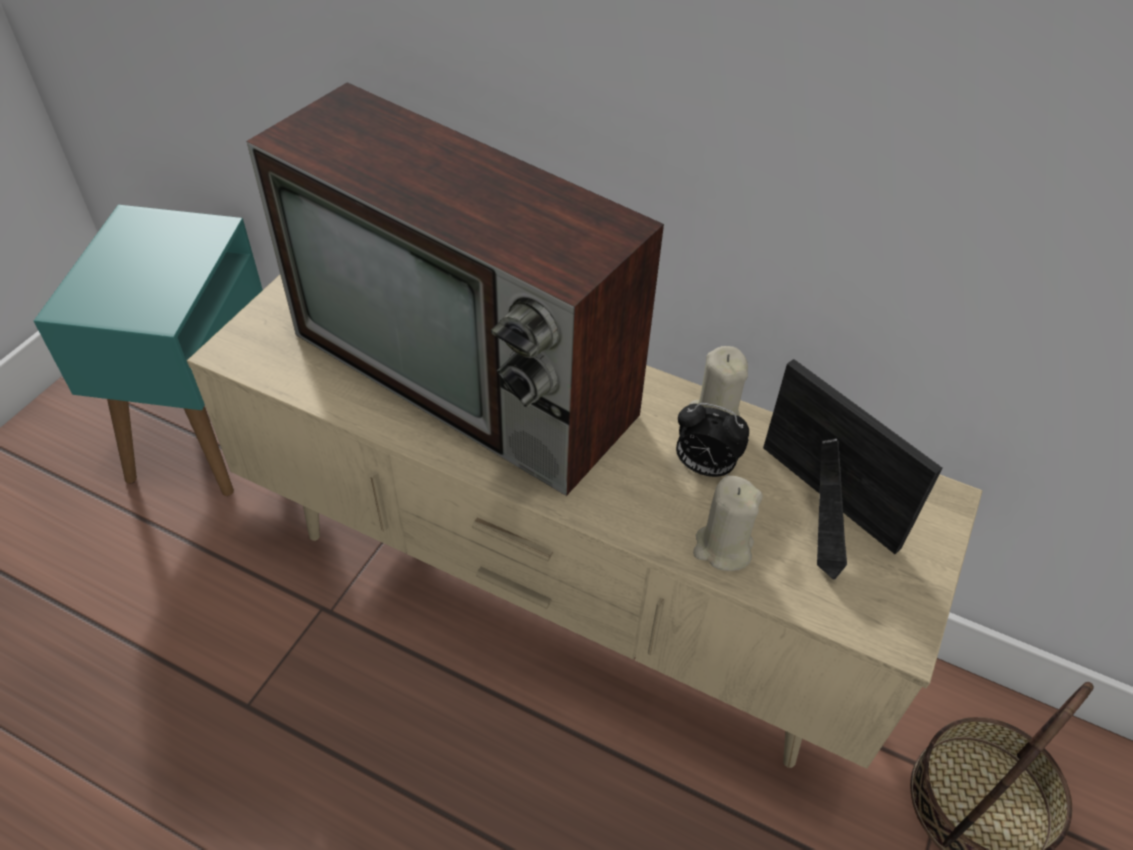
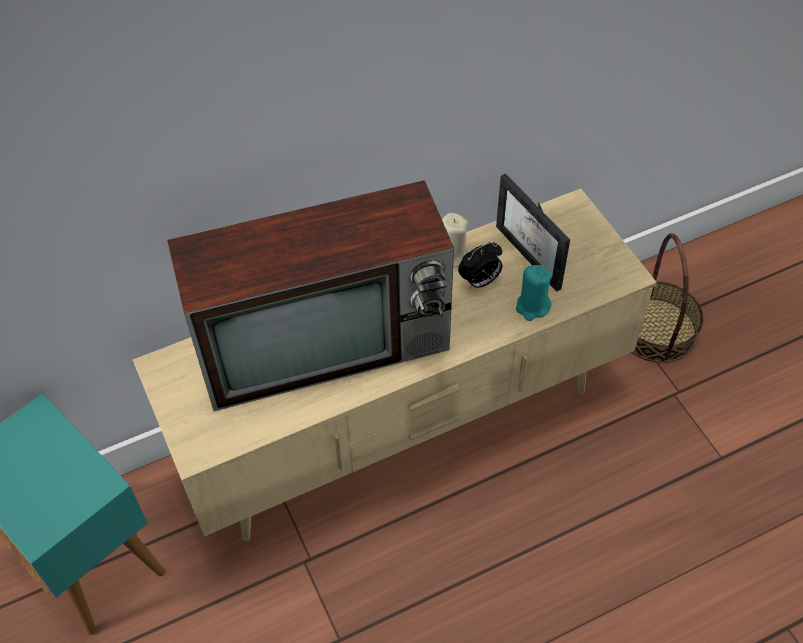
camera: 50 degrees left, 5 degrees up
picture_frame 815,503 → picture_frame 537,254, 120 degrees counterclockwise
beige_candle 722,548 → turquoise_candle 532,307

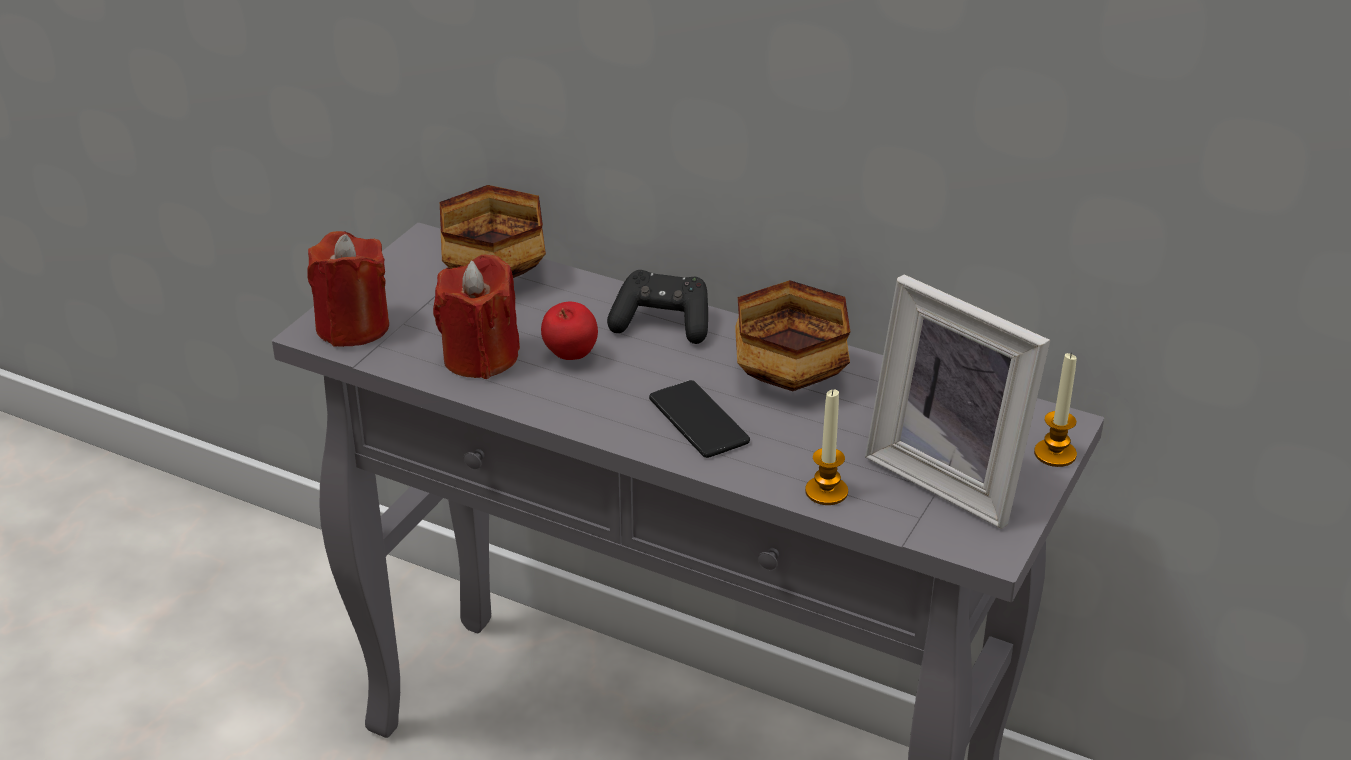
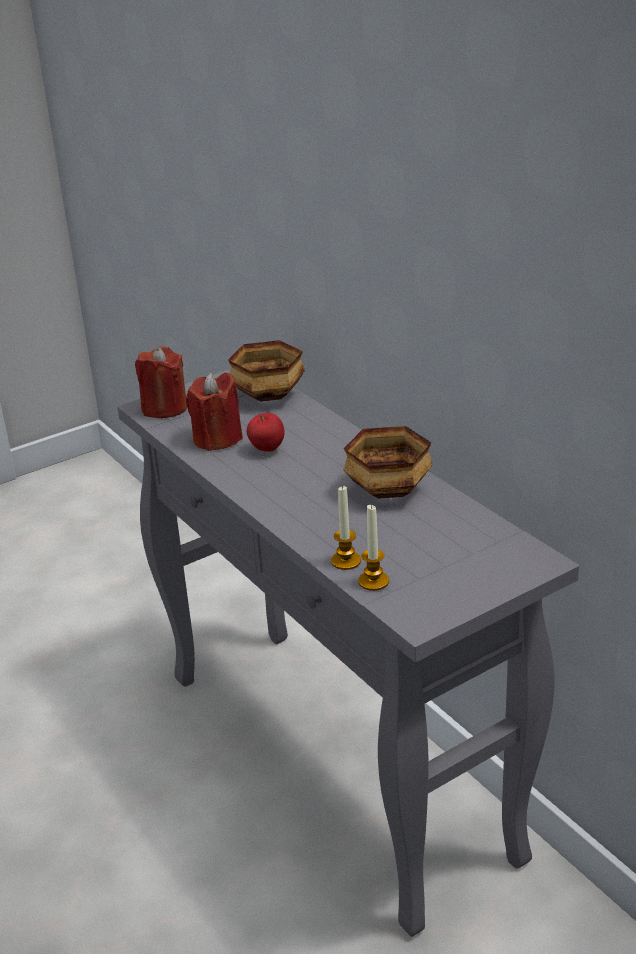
camera: 30 degrees right, 5 degrees down
black_game_controller 662,323 → -
picture_frame 952,476 → -
candle 1055,454 → candle 373,581, moved
phone 698,420 → -

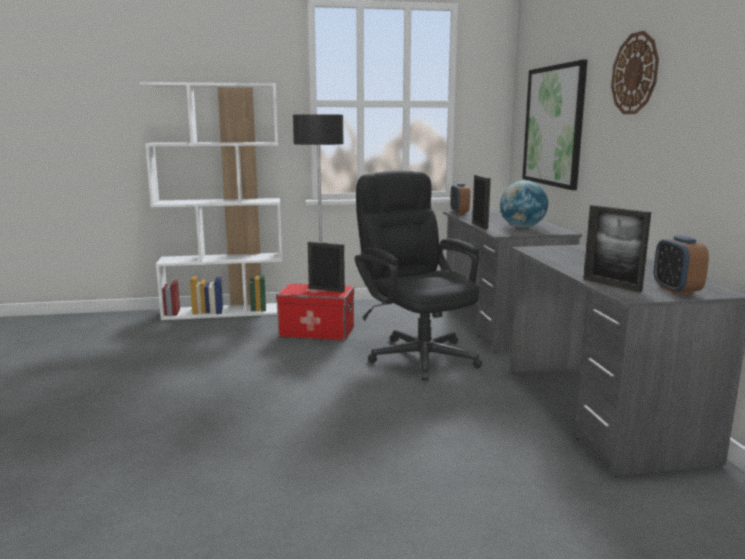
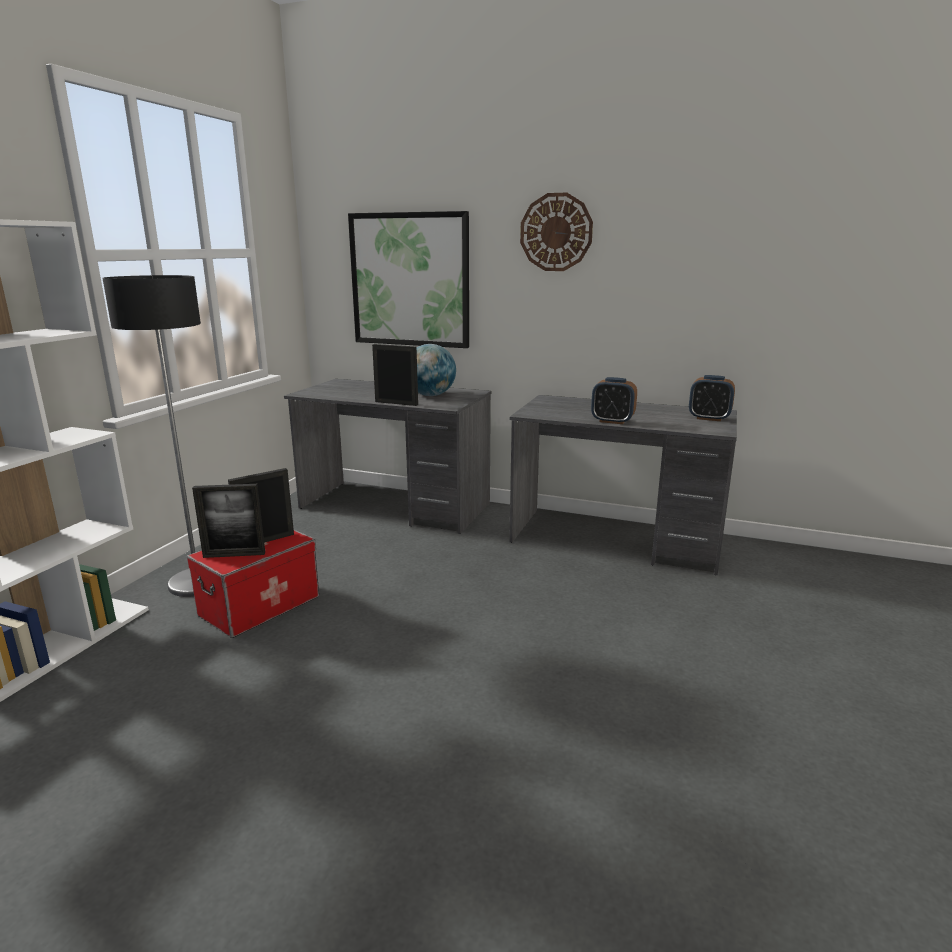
camera: 60 degrees left, 5 degrees up
black_office_chair 417,354 → -
alarm_clock 459,212 → alarm_clock 612,421, moved
picture_frame 611,285 → picture_frame 234,555, moved

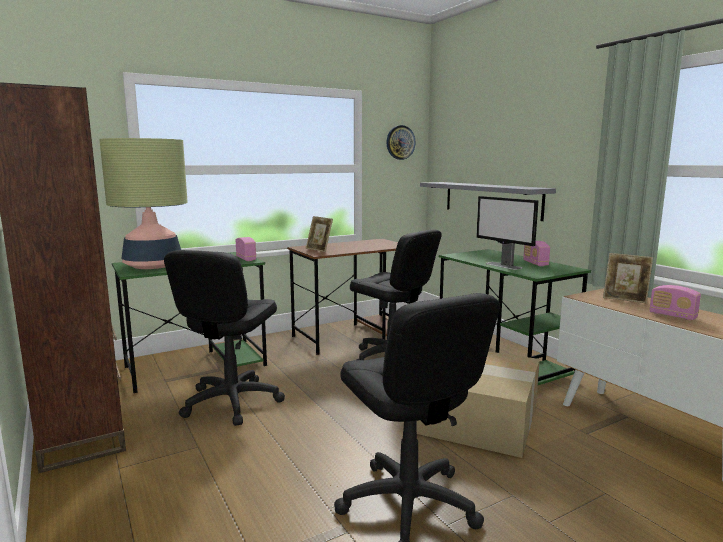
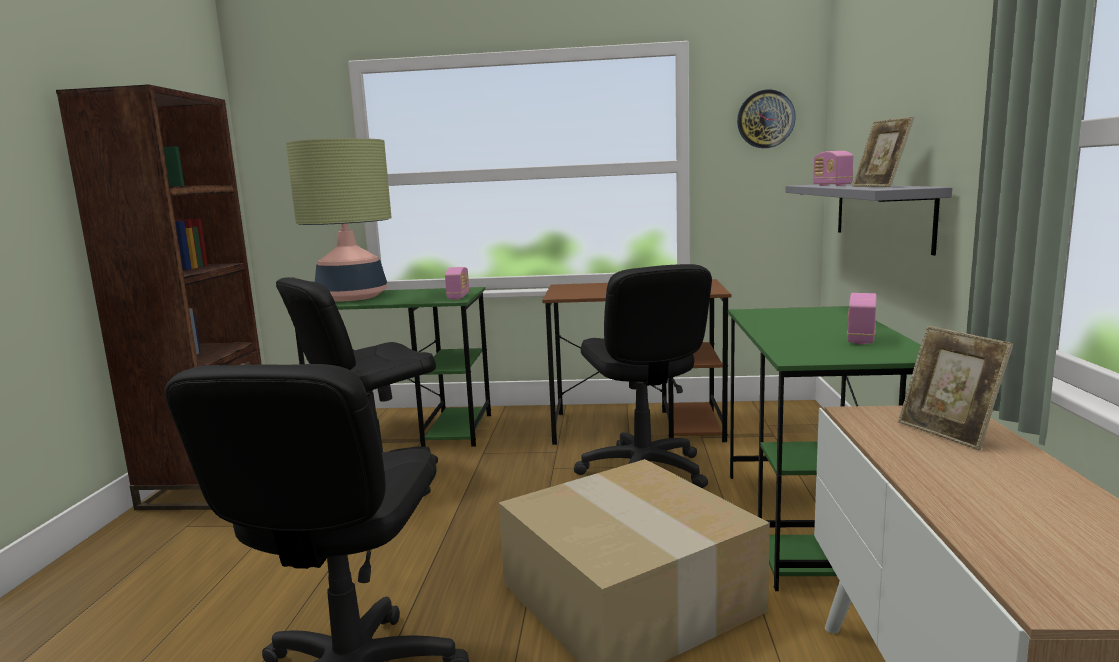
camera: 35 degrees right, 0 degrees up
monitor 503,266 → -
picture_frame 319,249 → picture_frame 880,186, moved
radio 672,316 → radio 831,185, moved

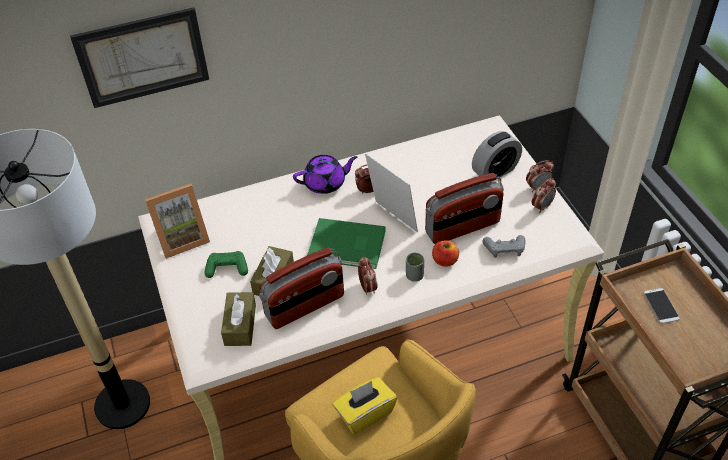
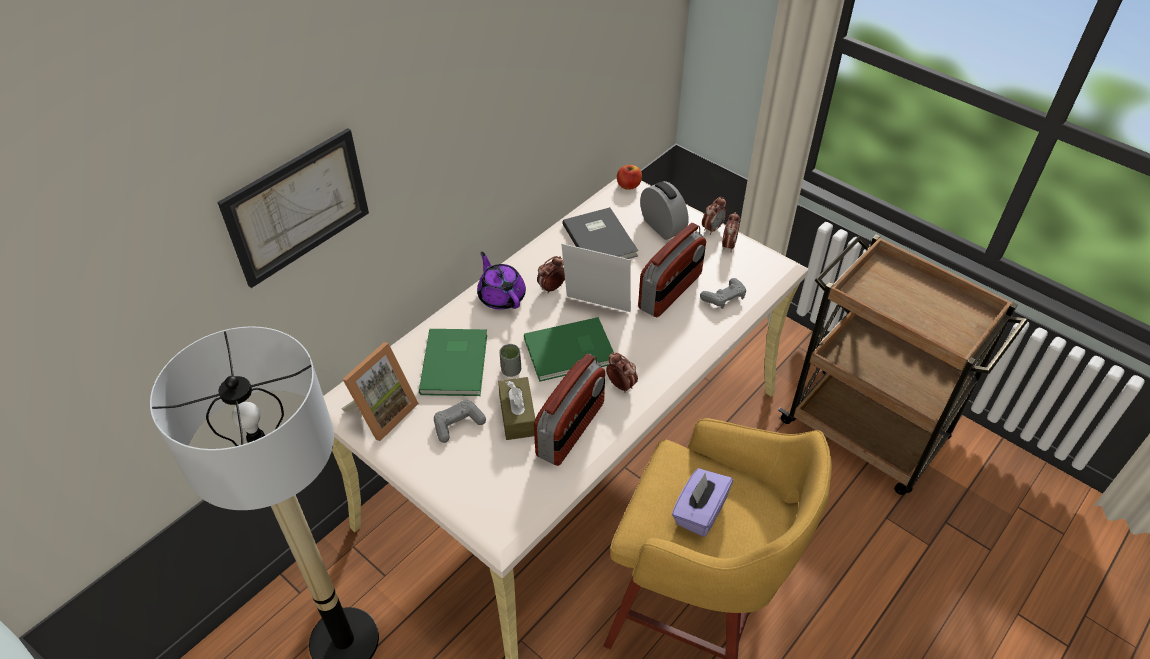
camera: 30 degrees left, 0 degrees up
alarm_clock 495,171 → alarm_clock 662,227, 60 degrees counterclockwise
purple_teapot 325,183 → purple_teapot 501,296, 75 degrees counterclockwise
apple 445,260 → apple 628,185, moved
green_game_controller 227,268 → grey_game_controller 458,424
grey_cup 414,276 → grey_cup 511,370, moved
phone 661,306 → -
brown_tissue_box 240,325 → -
yellow_tissue_box 365,413 → purple_tissue_box 699,512
- → grey_book 601,239
- → green_book 456,363

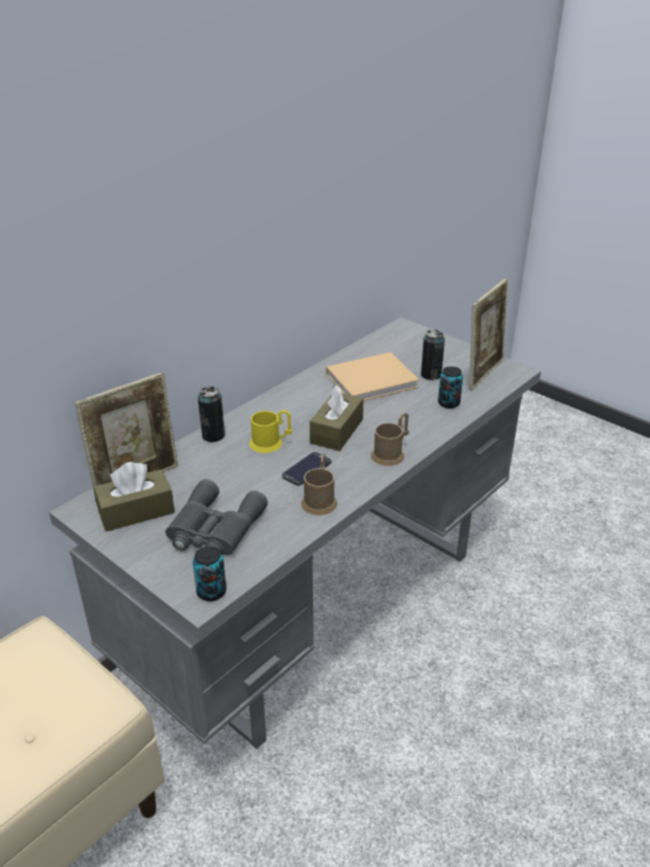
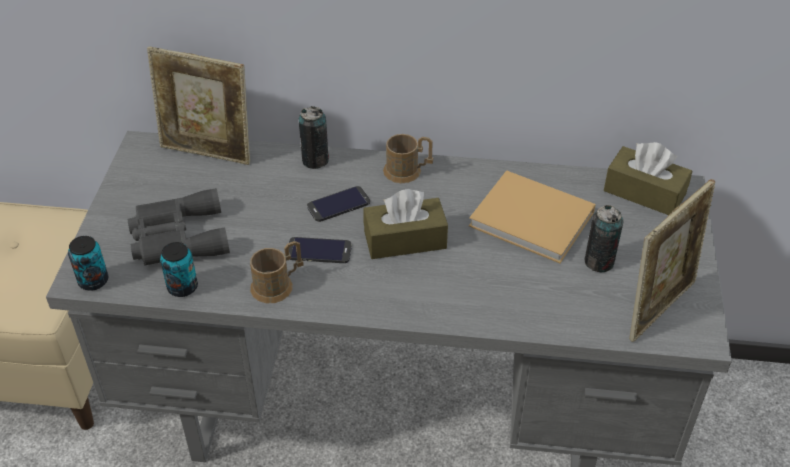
camera: 55 degrees right, 10 degrees up
picture_frame 483,373 → picture_frame 659,307, 45 degrees counterclockwise
can 448,403 → can 182,287, moved
yellow_mug 271,443 → phone 338,204
brown_mug 391,453 → brown_mug 408,171, moved
brown_tissue_box 136,511 → brown_tissue_box 644,192, moved

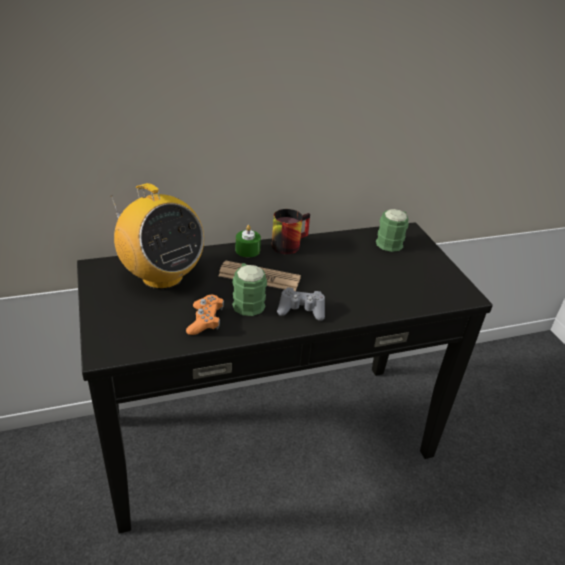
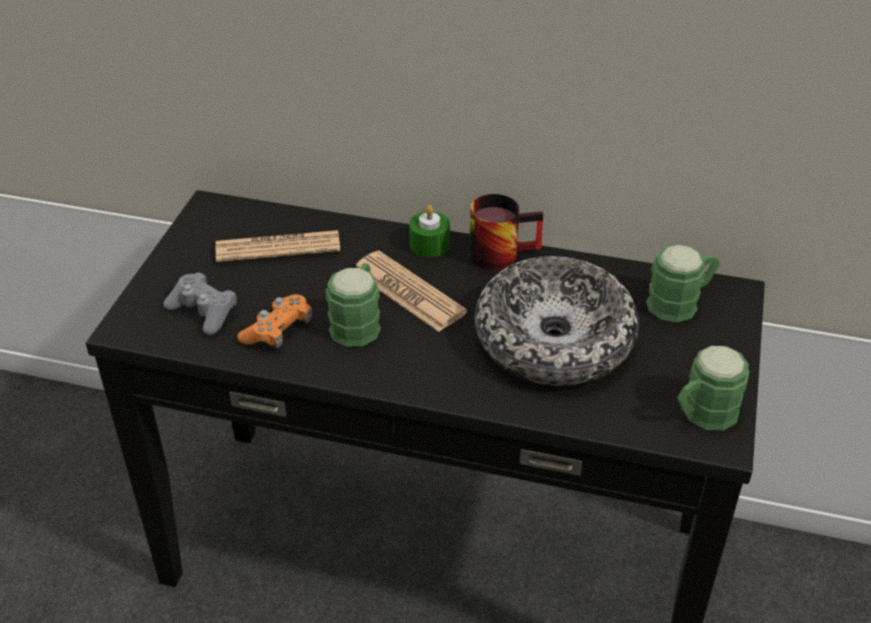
camera: 35 degrees right, 5 degrees up
radio 162,276 → newspaper 278,247
grey_game_controller 301,310 → grey_game_controller 203,311, moved
- → bowl 554,339
- → green_mug 702,414

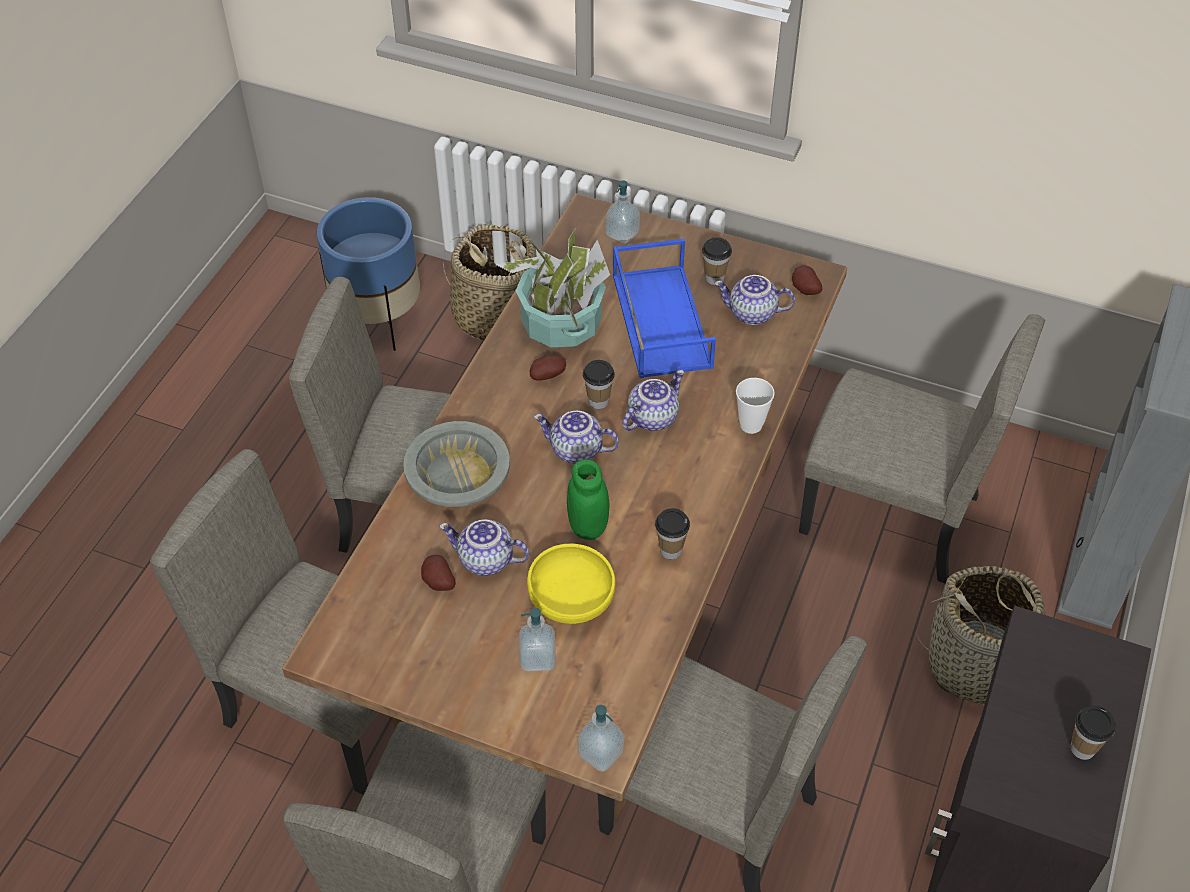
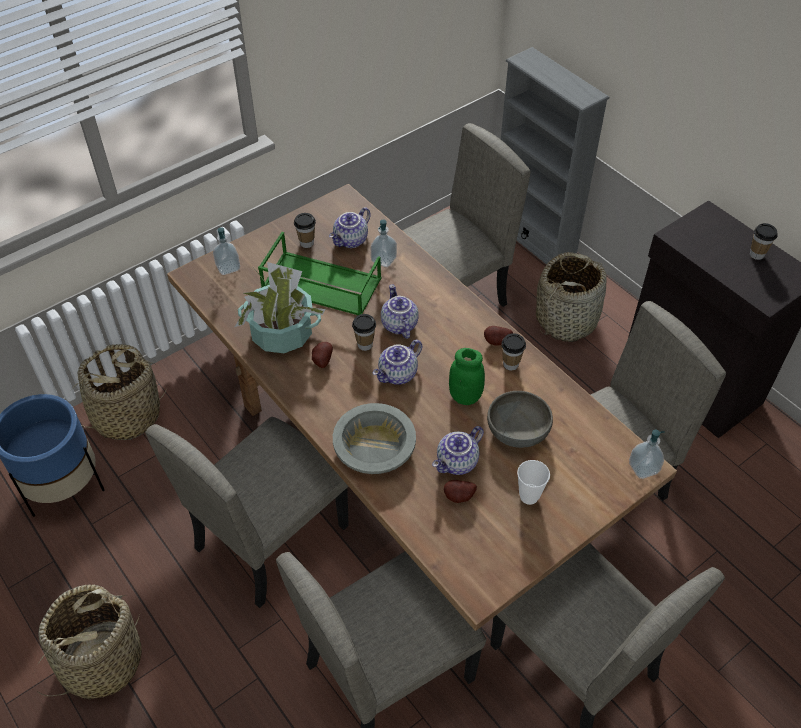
camera: 60 degrees left, 0 degrees up
blue_tray 659,320 → green_tray 320,284
potato 804,290 → potato 497,343, moved
cup 751,425 → cup 529,496, moved
yellow_bowl 571,599 → grey_bowl 517,430
soap_dispenser 537,658 → soap_dispenser 383,259, moved
- → basket 101,661

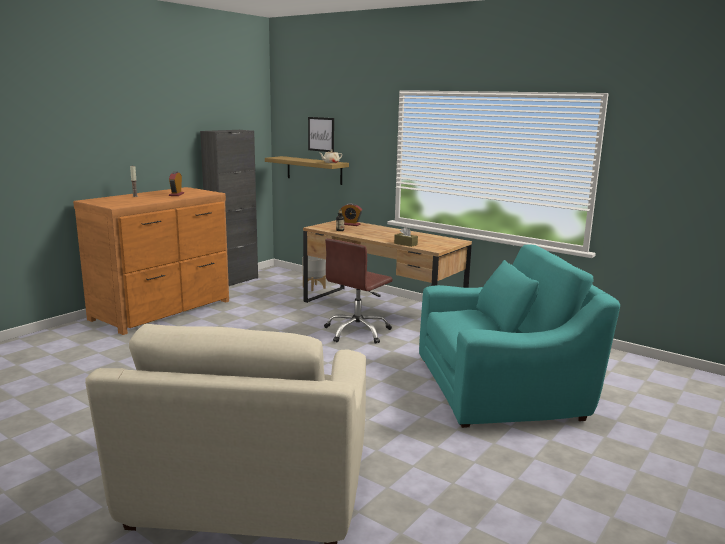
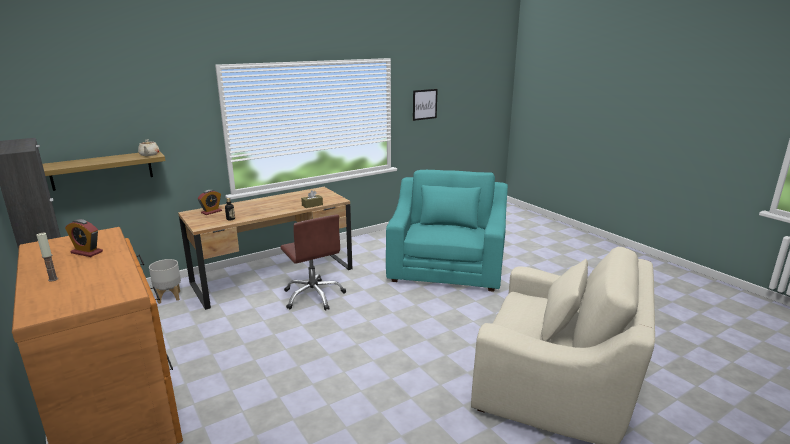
camera: 70 degrees left, 5 degrees up
picture 321,134 → picture 424,104, moved

